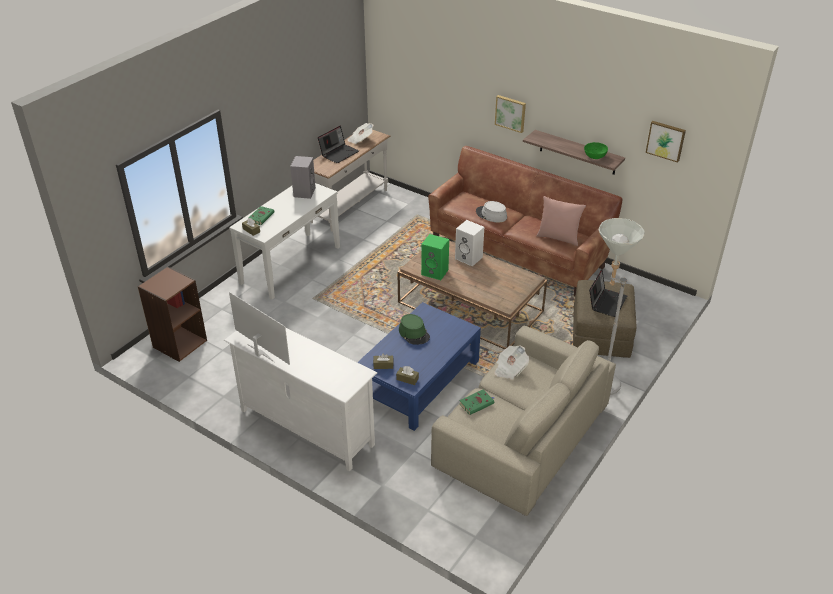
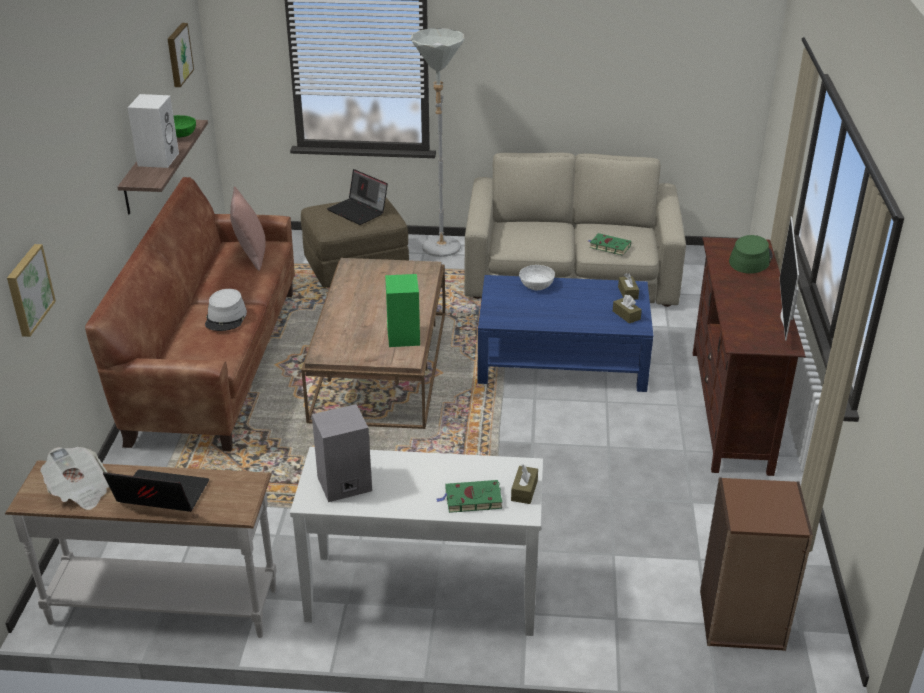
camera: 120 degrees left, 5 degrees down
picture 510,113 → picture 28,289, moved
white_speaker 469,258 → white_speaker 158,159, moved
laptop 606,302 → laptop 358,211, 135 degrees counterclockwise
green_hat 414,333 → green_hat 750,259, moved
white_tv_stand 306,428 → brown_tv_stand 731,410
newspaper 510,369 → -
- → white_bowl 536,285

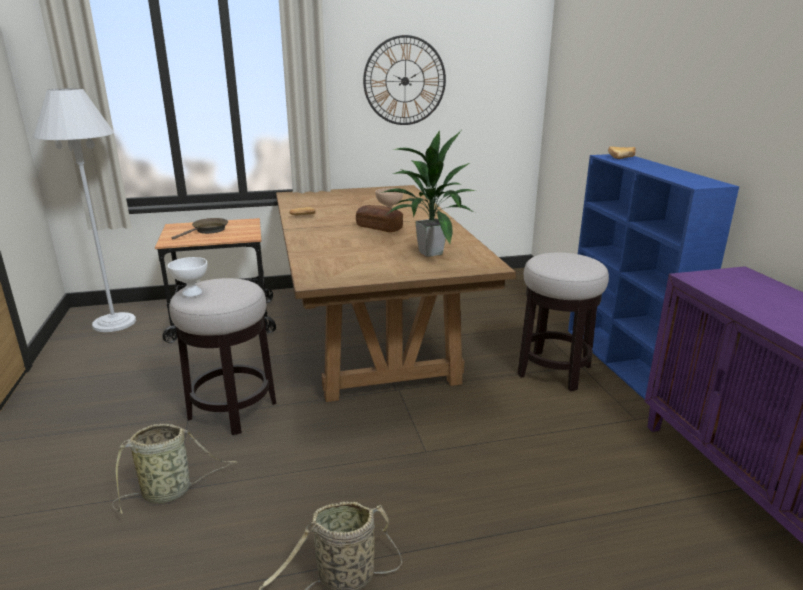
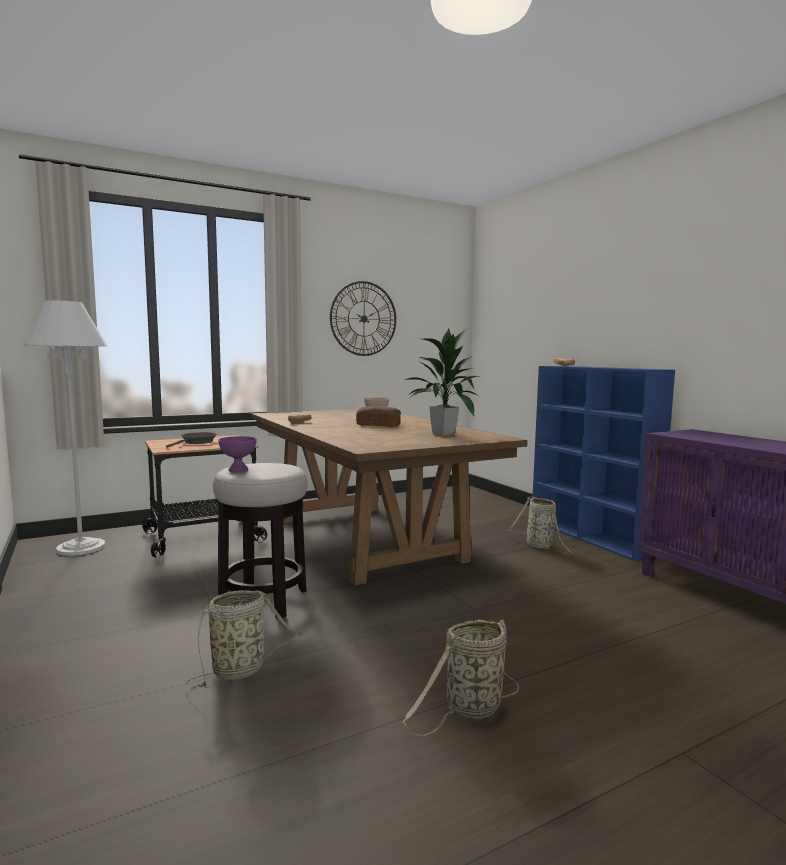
camera: 15 degrees left, 15 degrees down
stool 554,371 → basket 541,546
white_bowl 191,293 → purple_bowl 237,470

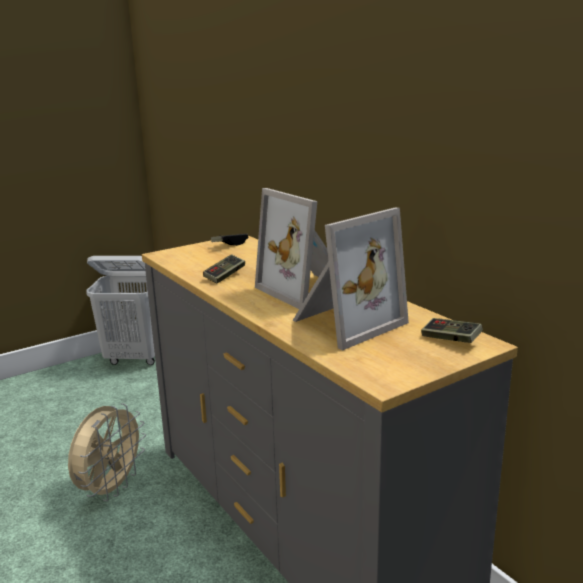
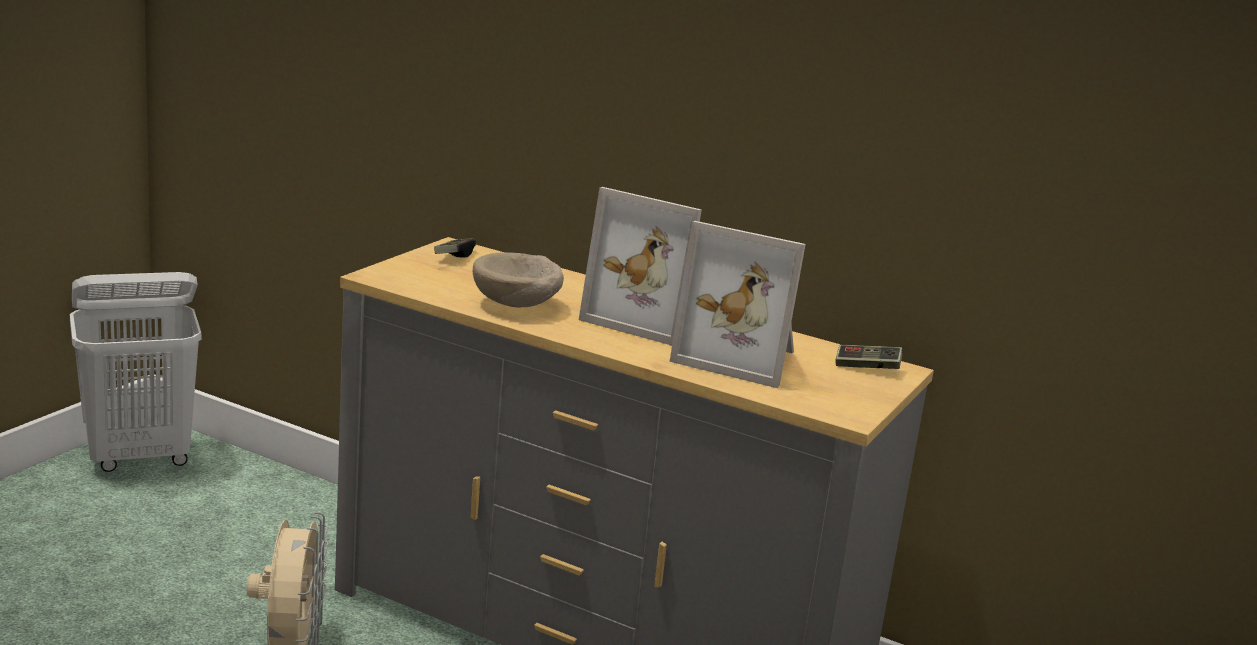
camera: 30 degrees left, 0 degrees up
picture_frame 344,322 → picture_frame 740,357, 90 degrees clockwise
game_controller 225,276 → beige_bowl 517,306

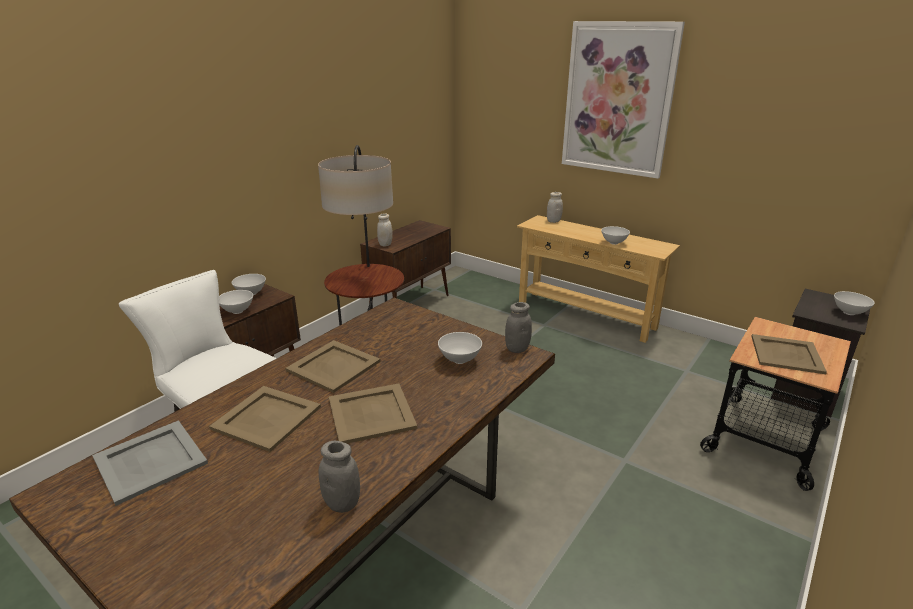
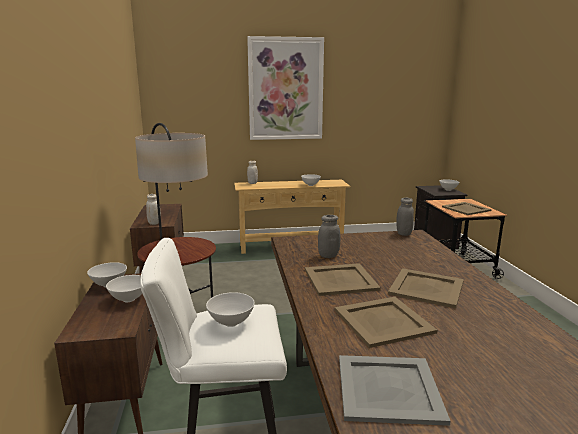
camera: 45 degrees left, 10 degrees down
white_bowl 459,360 → white_bowl 230,323, moved
grey_jar 342,503 → grey_jar 328,255, moved

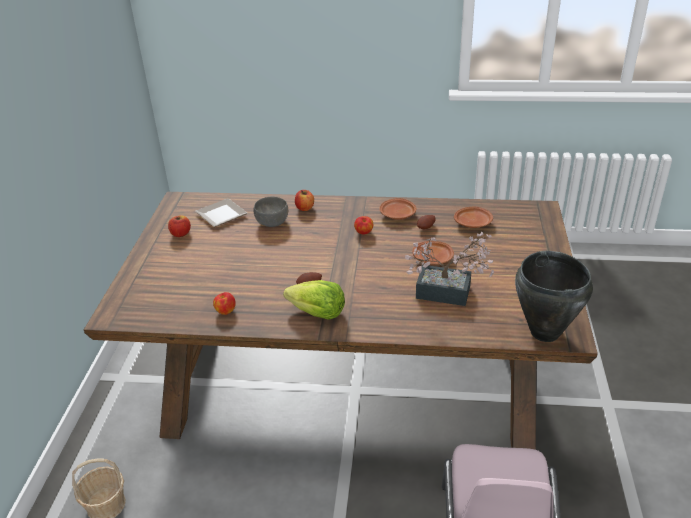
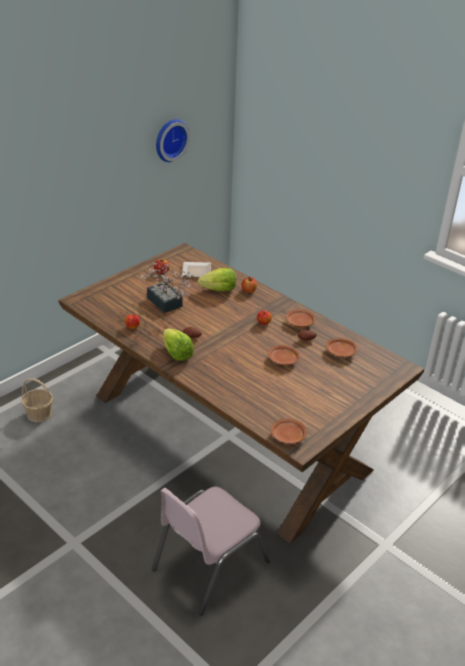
camera: 35 degrees right, 0 degrees up
grey_bowl 272,222 → lettuce 219,290
potted_plant 450,293 → potted_plant 166,304, moved
black_cooking_pot 544,333 → brown_plate 287,436
- → wall_clock 169,139

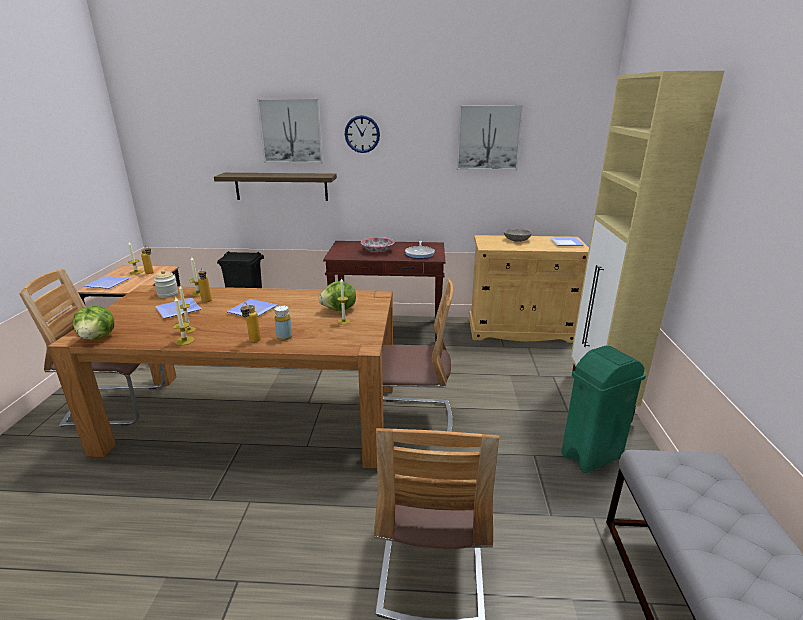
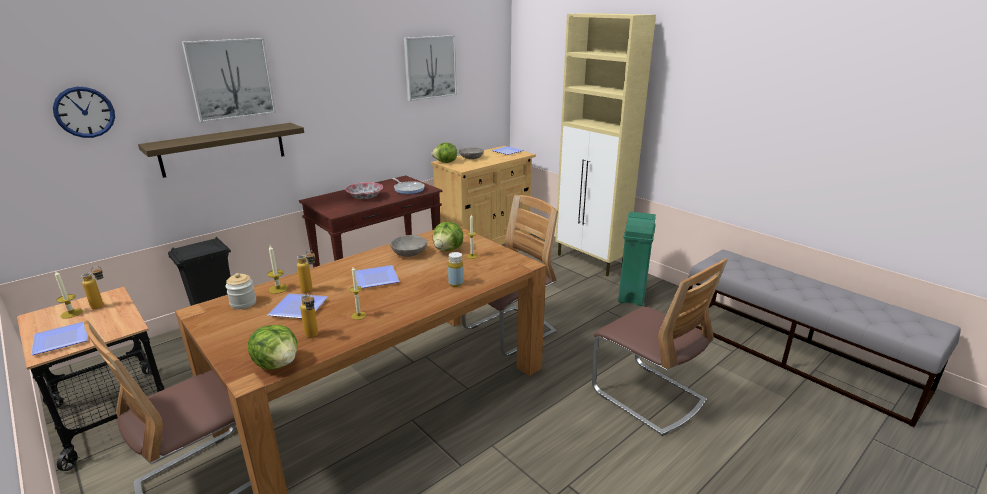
camera: 45 degrees left, 0 degrees up
wall_clock 362,134 → wall_clock 84,112, moved
candle 184,341 → -
bottle 253,342 → bottle 313,337, moved
- → lettuce 445,162
- → grey_bowl 409,253

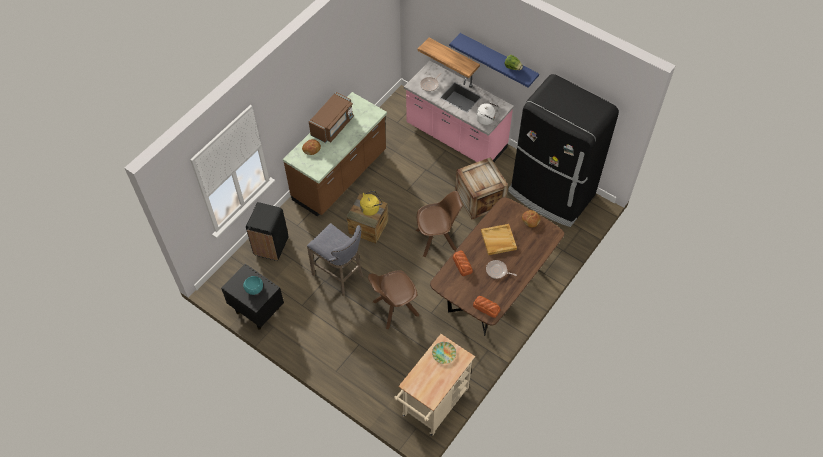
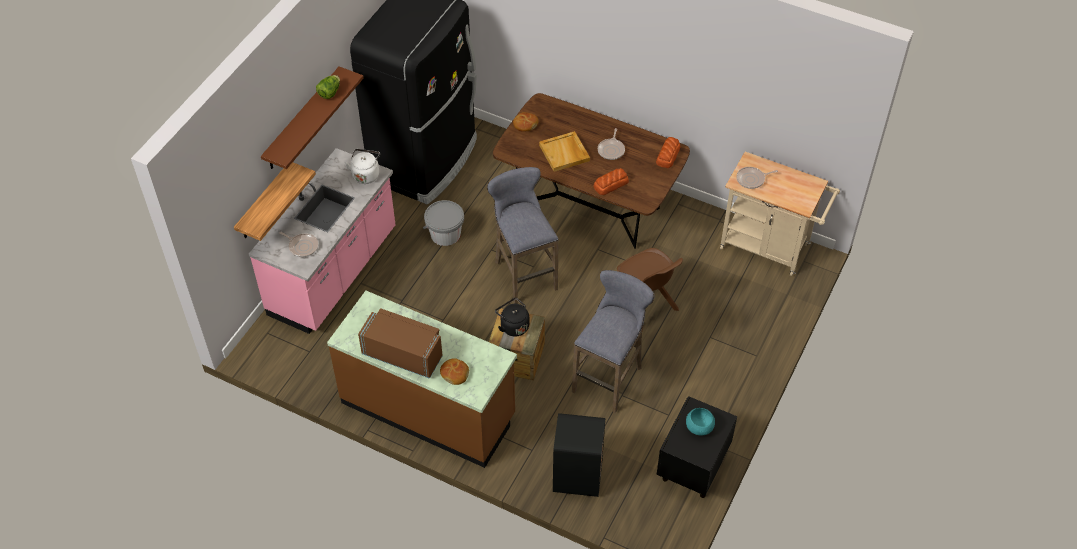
camera: 100 degrees left, 5 degrees down
blue_shelf 498,59 → brown_shelf 302,119
crate 480,199 → grey_bucket 445,234
yellow_kettle 371,208 → black_kettle 513,326
brown_chair 437,239 → grey_stool 523,273
plate 443,354 → frying_pan 752,179

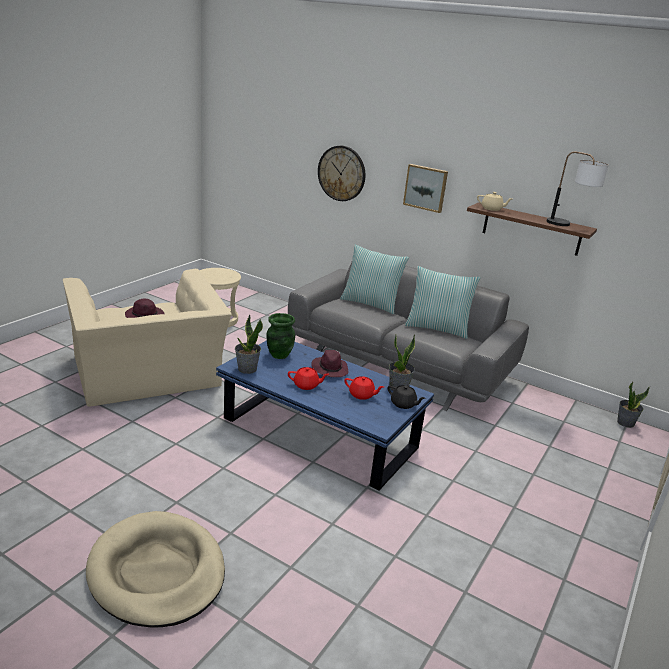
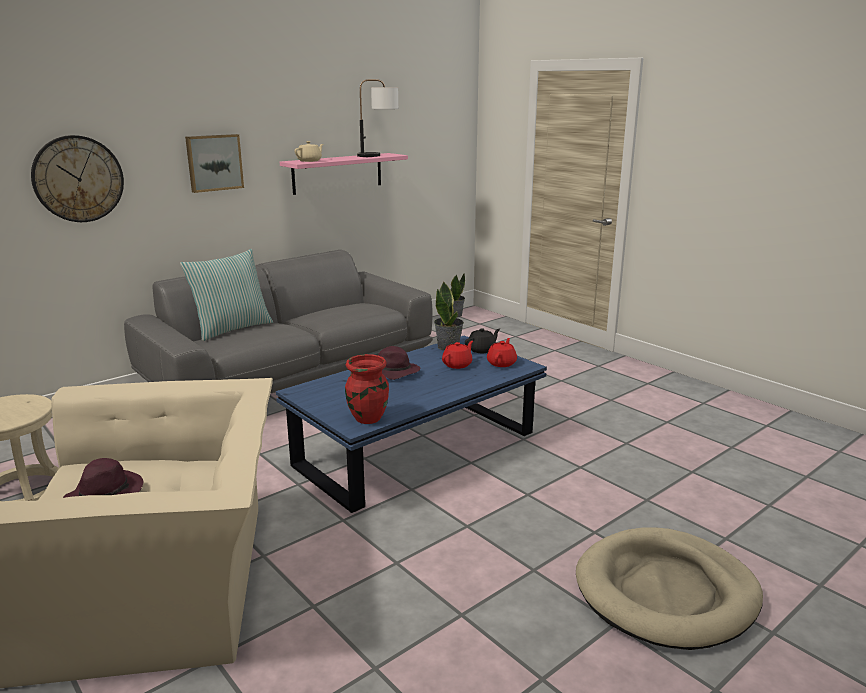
camera: 70 degrees left, 5 degrees down
brown_shelf 531,229 → pink_shelf 337,173
pillow 437,328 → -
green_vase 279,355 → -
potted_plant 247,369 → red_vase 367,418
red_teapot 306,385 → red_teapot 502,363, moved

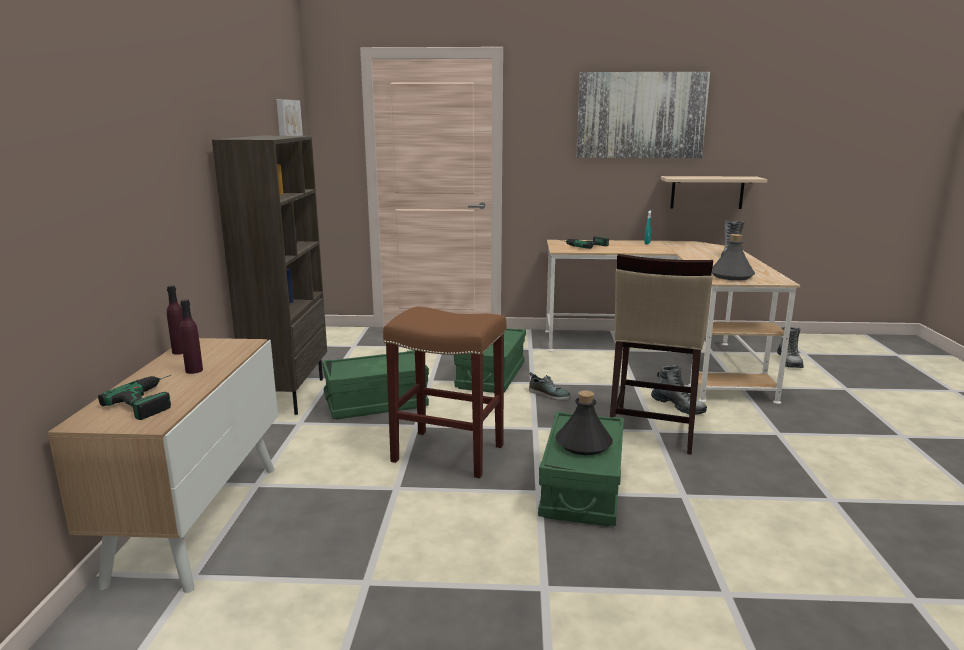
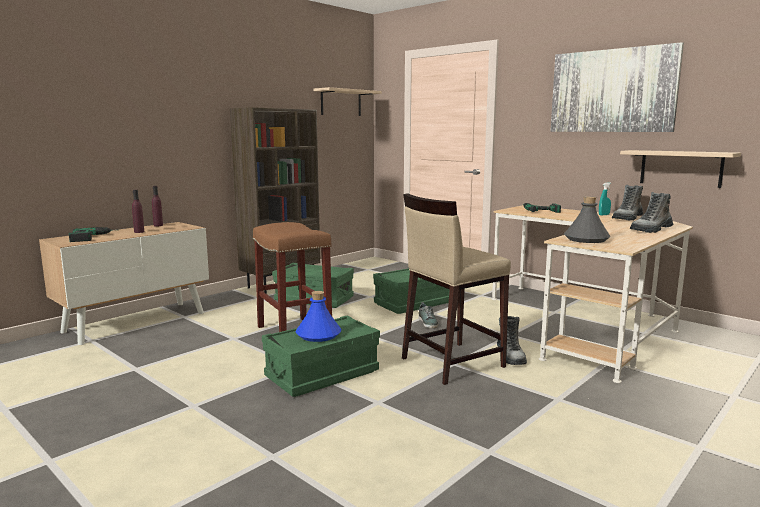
camera: 40 degrees right, 5 degrees down
picture 287,119 → shelf 341,103
boot 789,362 → boot 627,218, moved
black_bottle 583,444 → blue_bottle 318,335

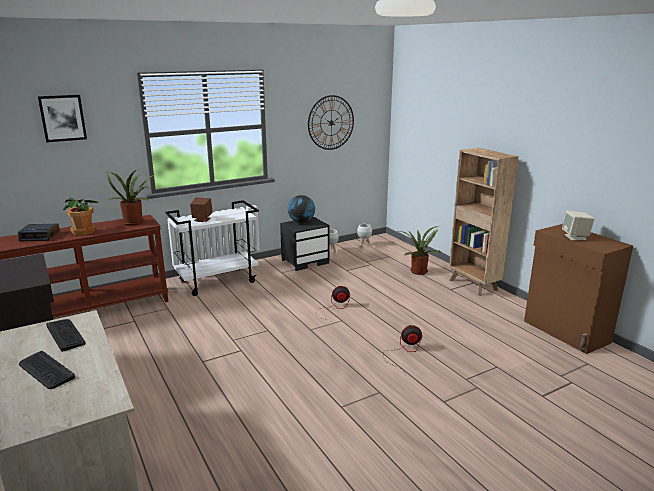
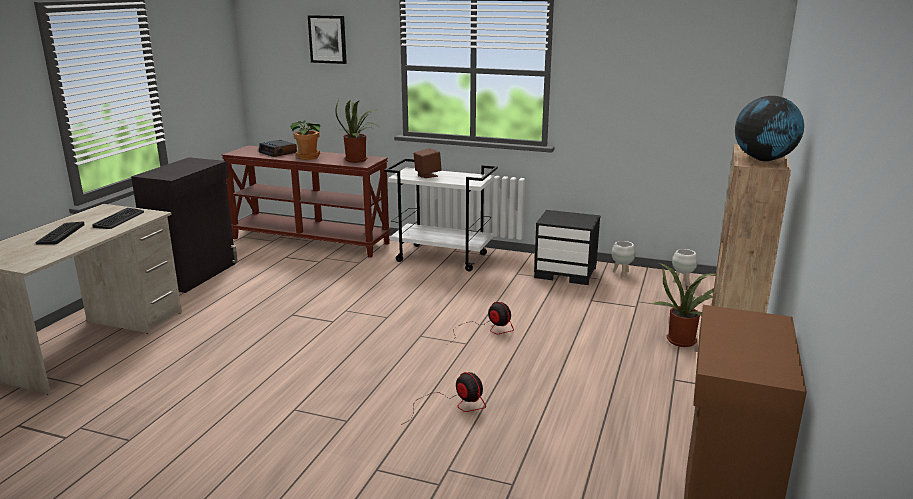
camera: 50 degrees right, 0 degrees up
wall_clock 331,122 → -
globe 301,222 → globe 764,159, moved
beige_speaker 575,237 → -

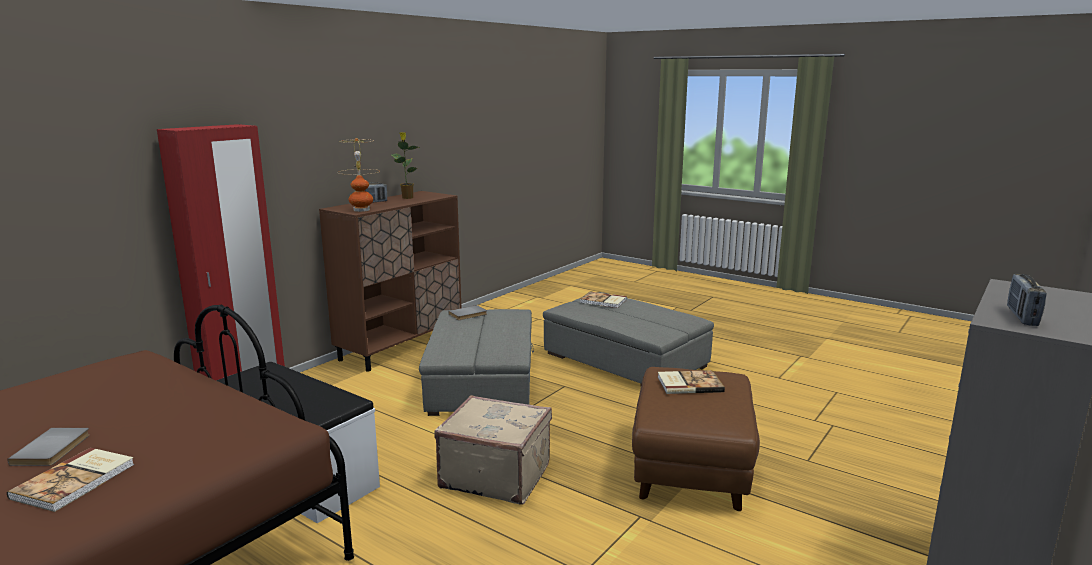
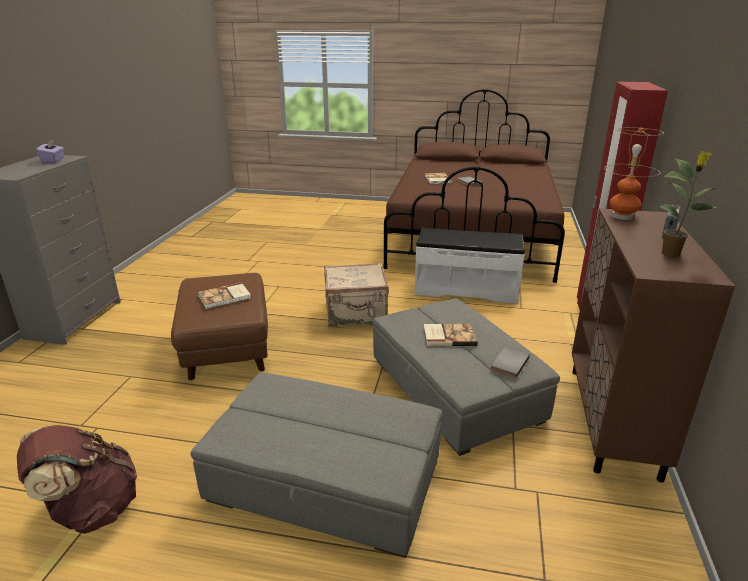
camera: 155 degrees right, 10 degrees up
radio 1021,316 → purple_tissue_box 53,160
book 603,301 → book 448,336, moved
- → brown_backpack 90,510

